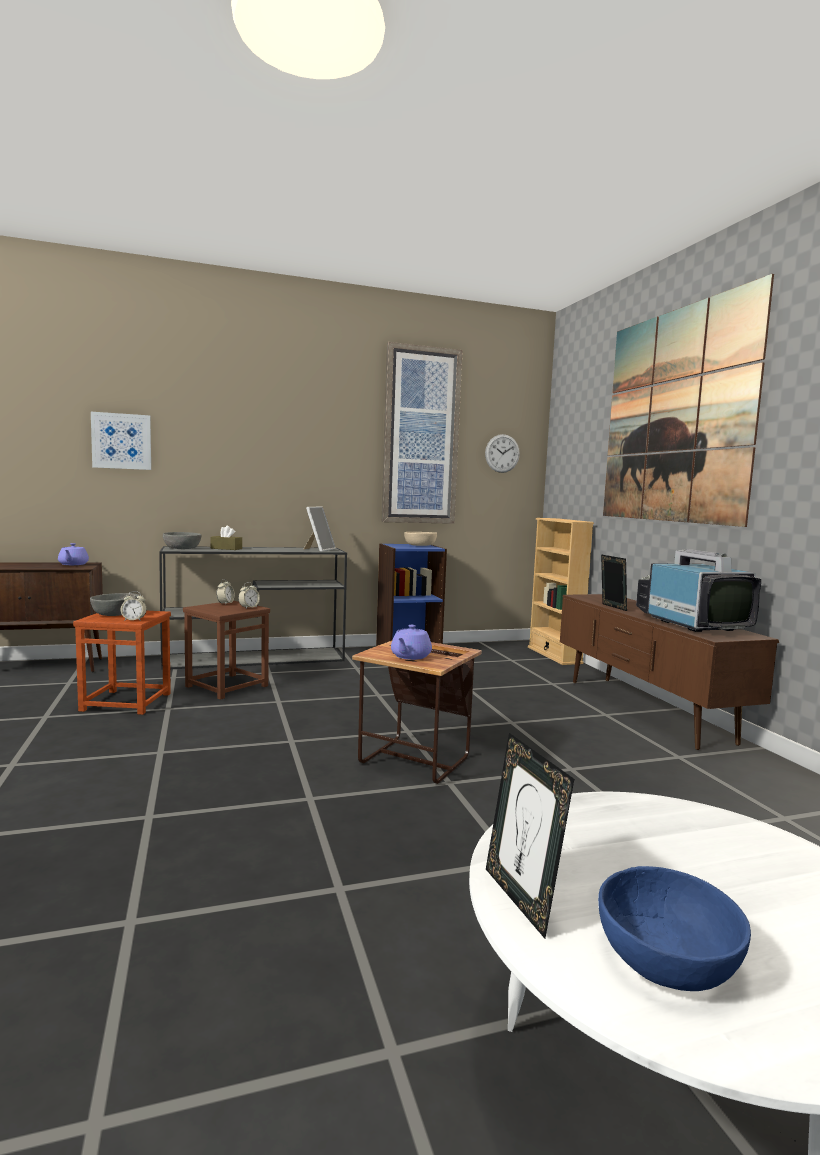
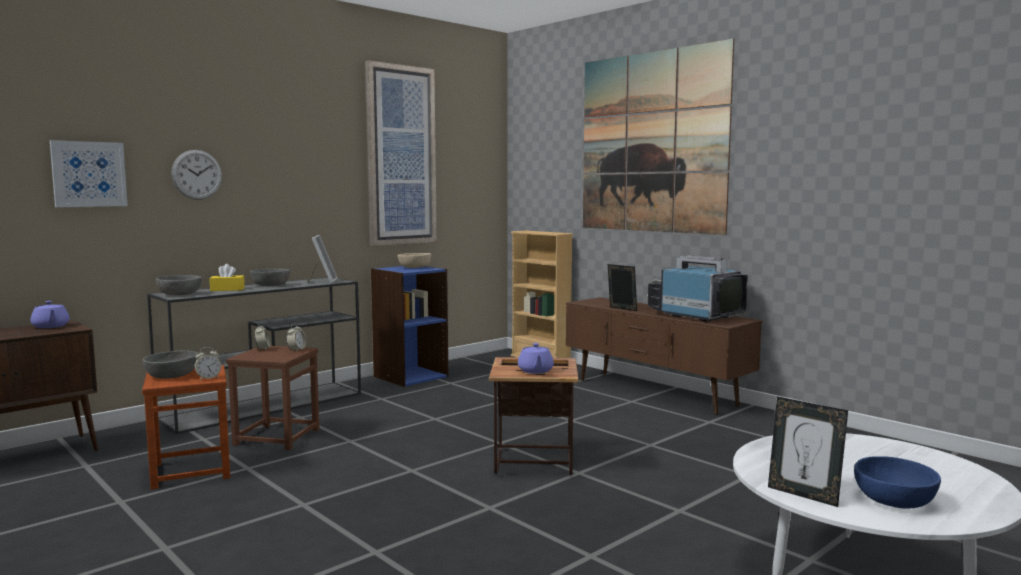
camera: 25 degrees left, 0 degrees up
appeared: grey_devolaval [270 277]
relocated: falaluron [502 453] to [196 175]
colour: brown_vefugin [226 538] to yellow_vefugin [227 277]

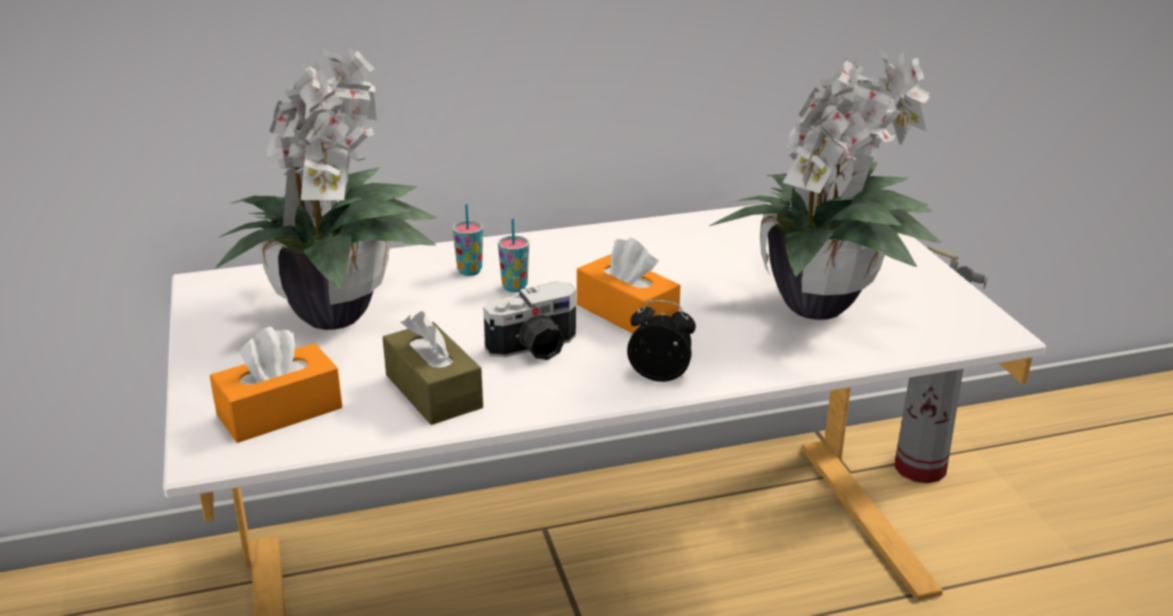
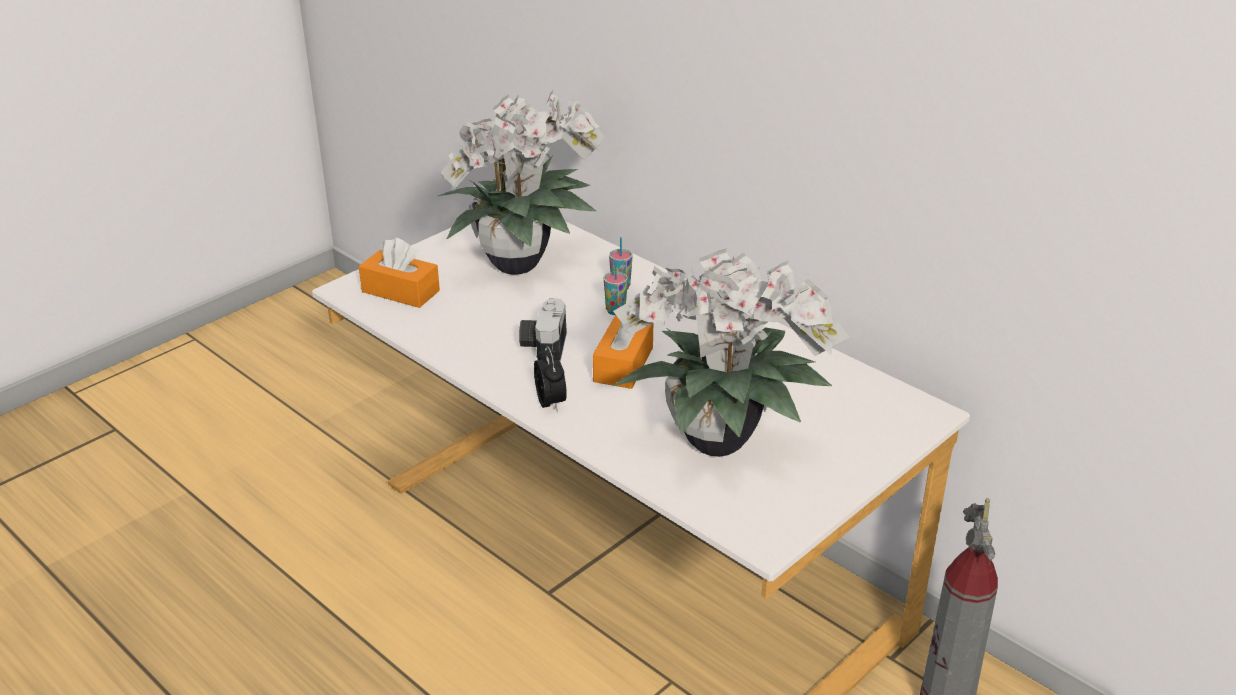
camera: 60 degrees right, 5 degrees up
missing: brown_vefugin [433 368]
spun: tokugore [529 321] = [543 330] 60 degrees clockwise

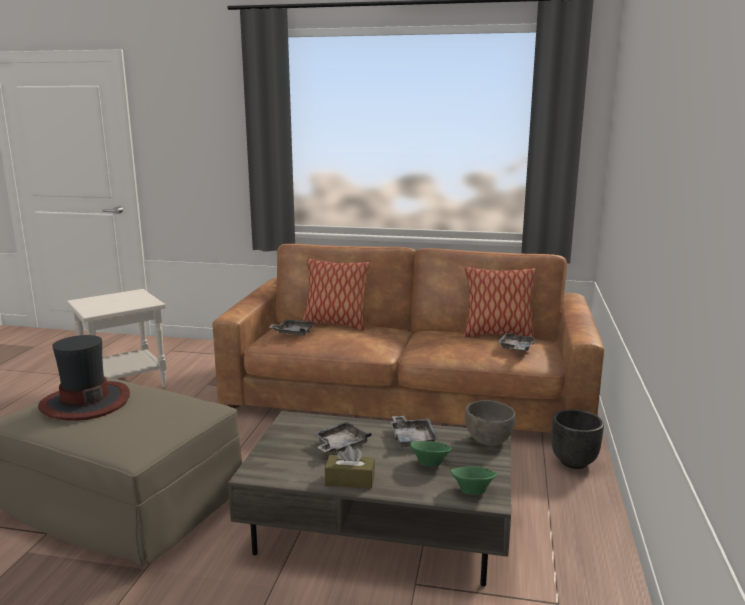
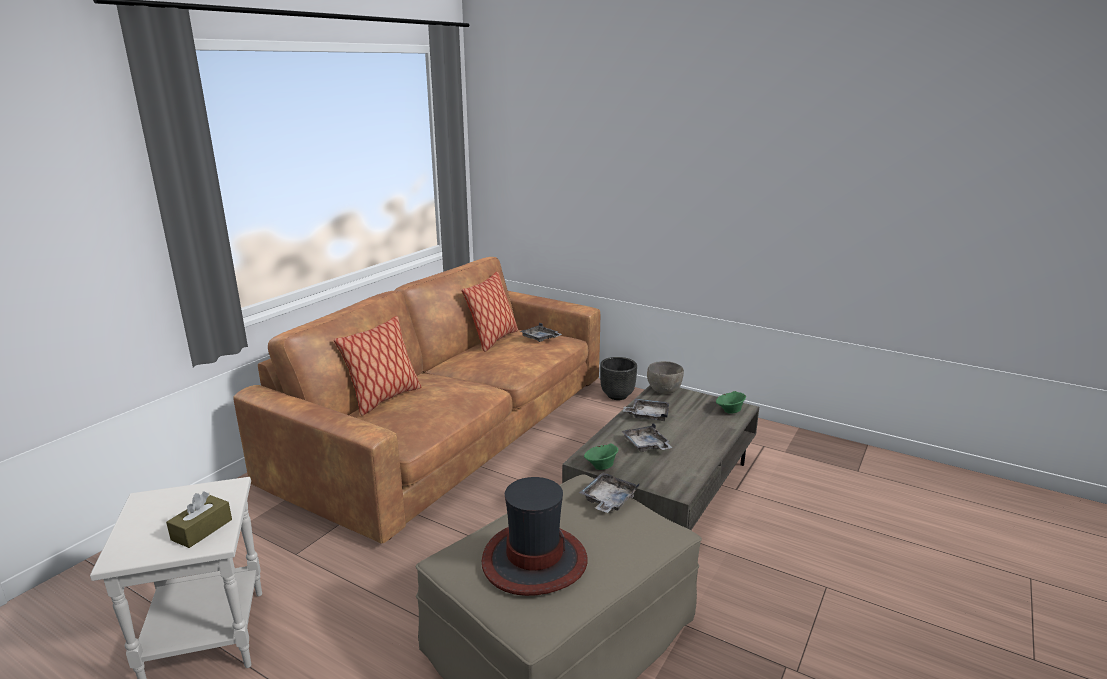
camera: 70 degrees left, 5 degrees up
relocated: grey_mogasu [292 327] to [609 492]; brown_vefugin [350 466] to [199 519]; green_devolaval [431 453] to [601 456]

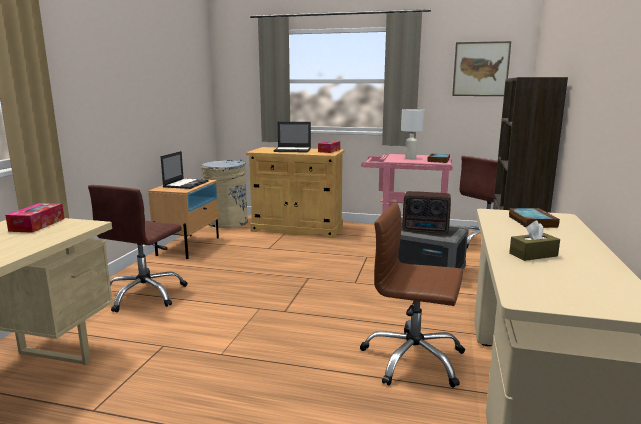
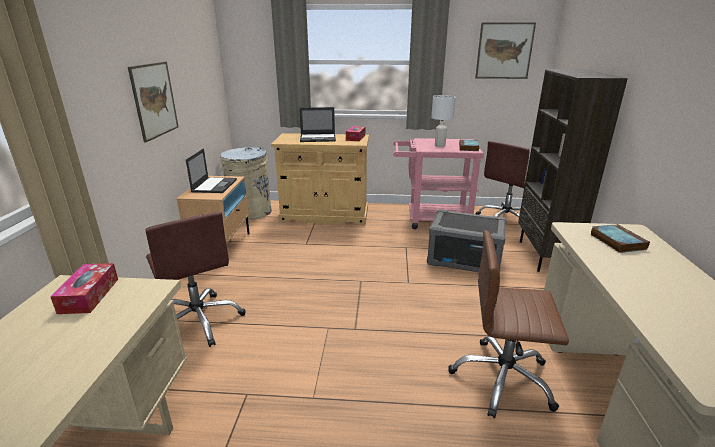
camera: 10 degrees left, 10 degrees up
missing: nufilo [426 212]; brown_vefugin [534 240]
appeared: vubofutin [153 102]
spun: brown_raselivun [138 248] = [196 279] 45 degrees counterclockwise

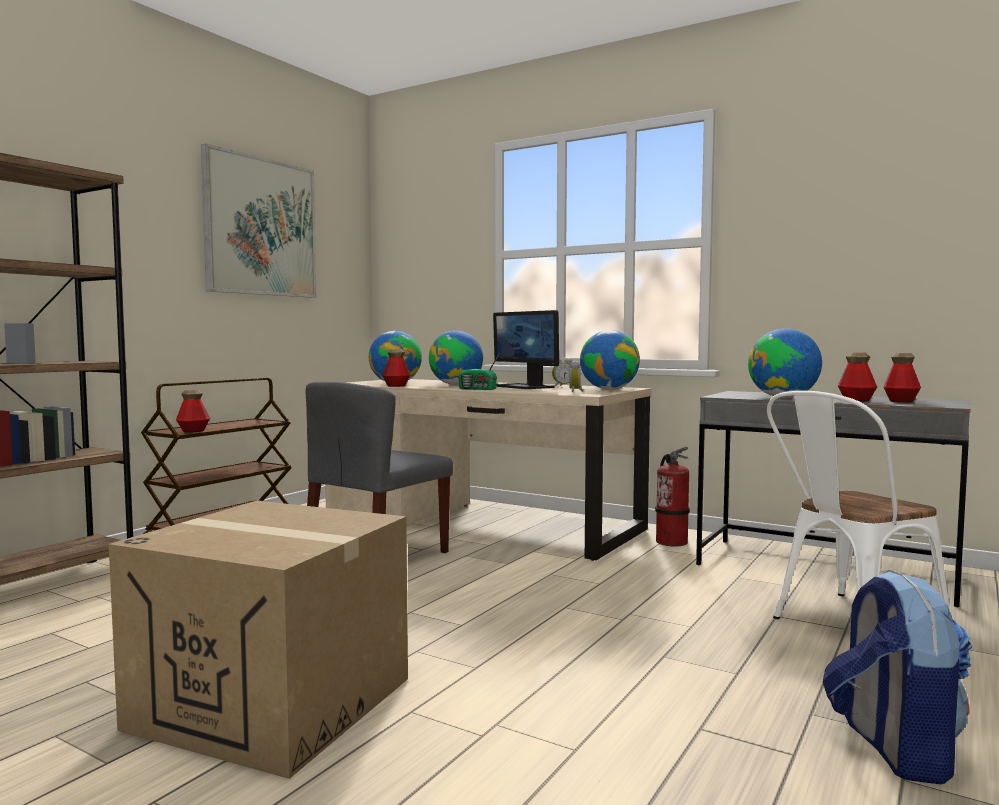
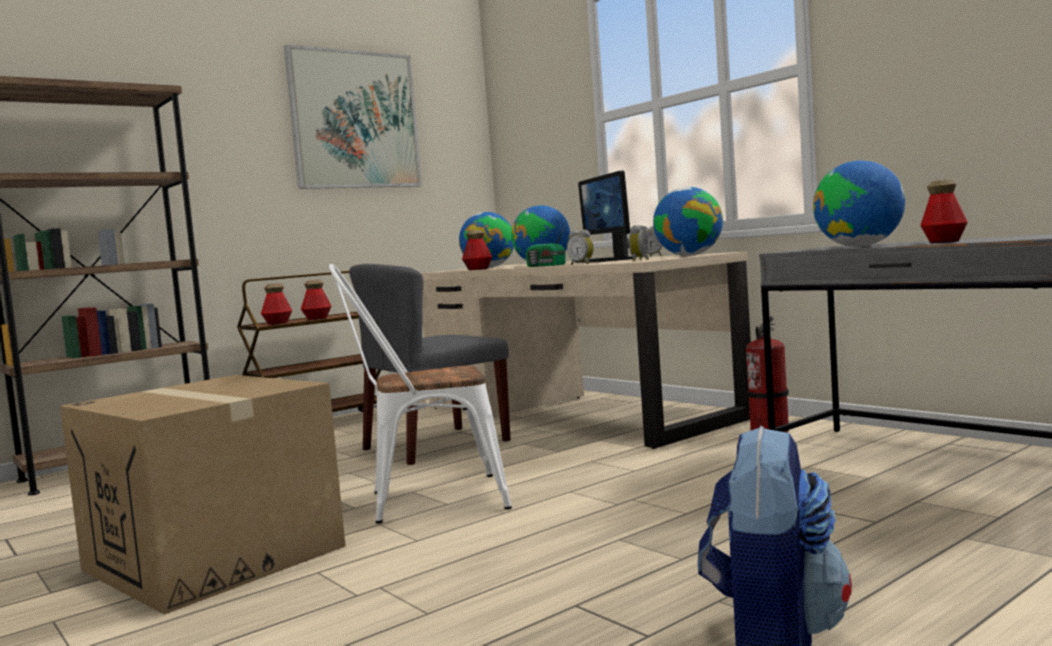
camera: 20 degrees right, 0 degrees up
appeared: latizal [580 247]
relocated: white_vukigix [859 505] to [420 394]; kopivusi [902 378] to [316 300]

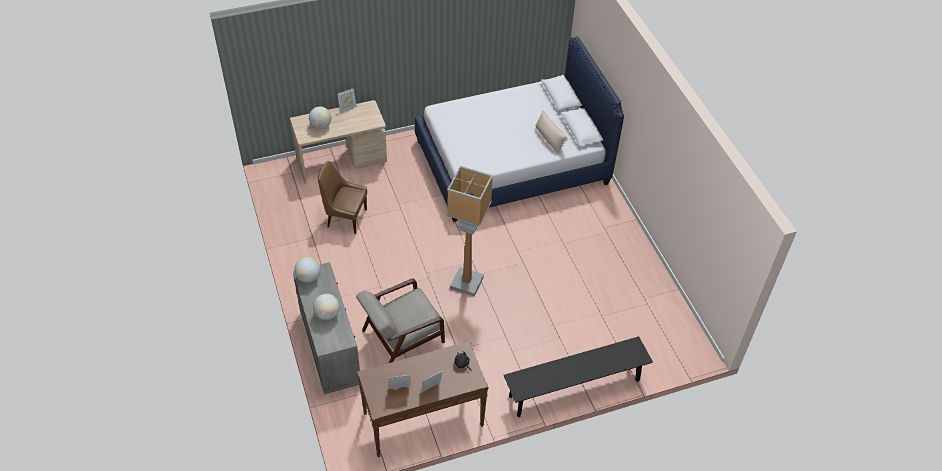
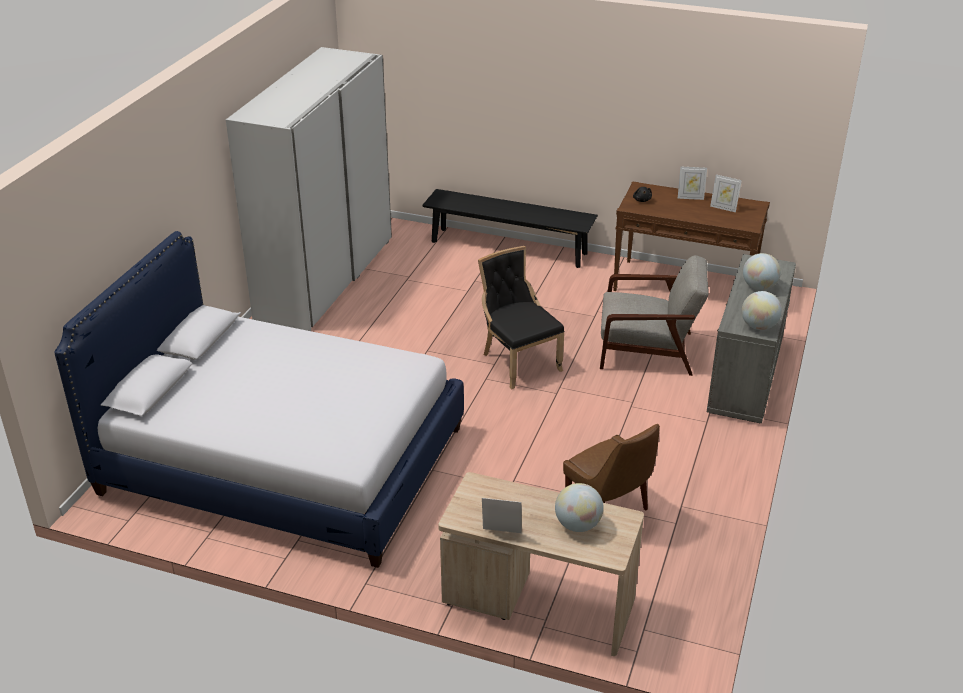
camera: 140 degrees left, 15 degrees down
missing: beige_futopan [551 132]
appeared: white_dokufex [309 189]
exchanged: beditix [470 231] to black_vukigix [521 317]

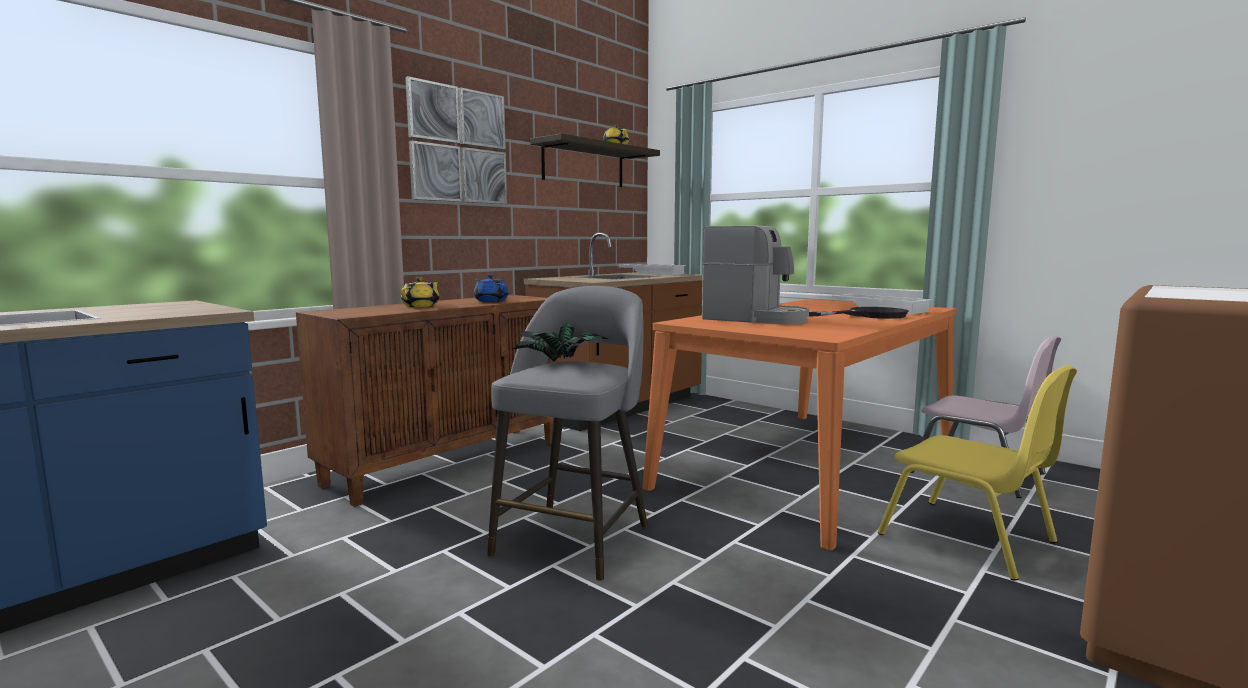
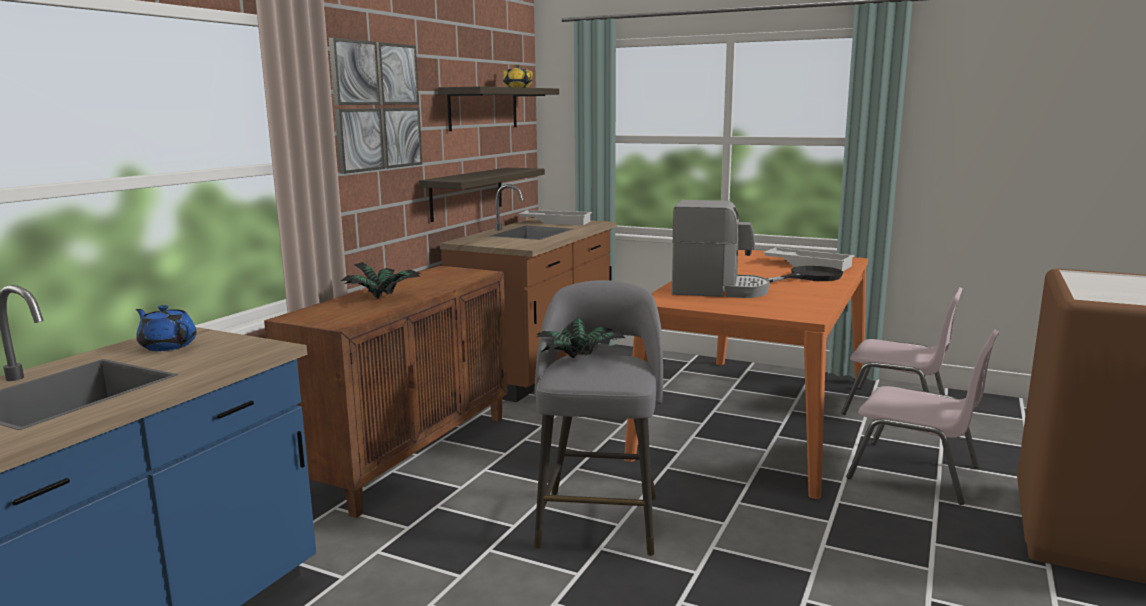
camera: 15 degrees left, 5 degrees up
appeared: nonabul [482 195]
relocated: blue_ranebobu [491 288] to [166 328]
exchanged: yellow_ranebobu [420 292] to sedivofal [381 280]
colour: yellow_vukigix [977 473] to pink_vukigix [923 417]

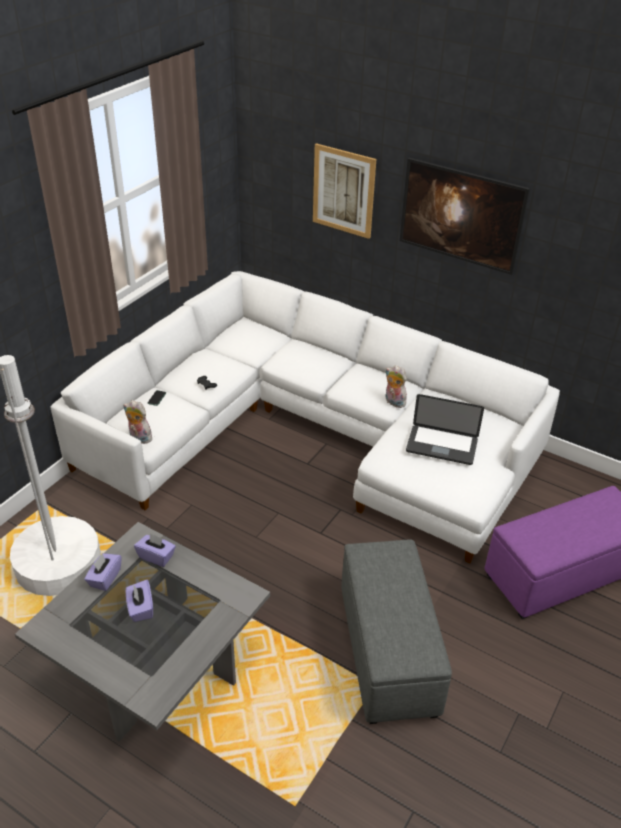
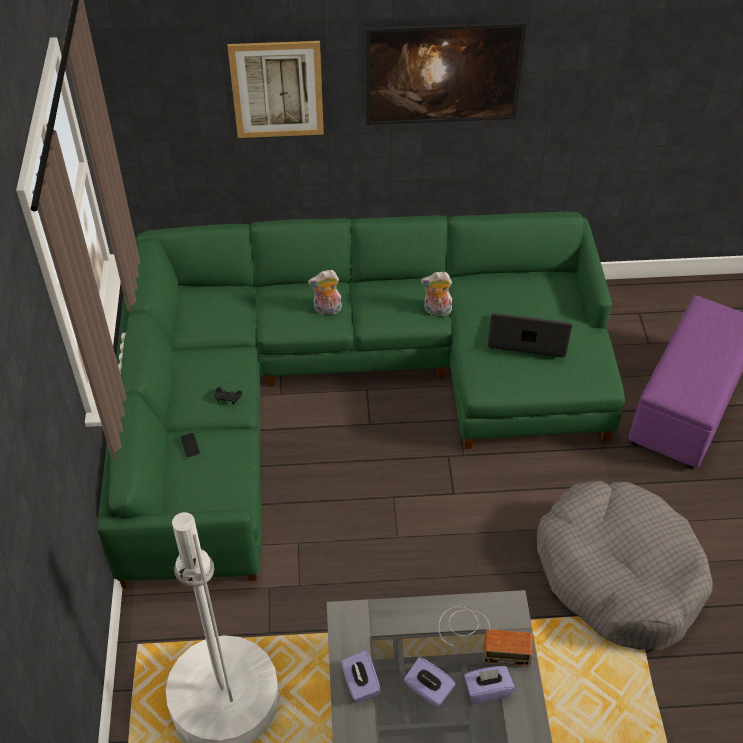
camera: 35 degrees left, 10 degrees up
appeared: nufilo [486 637]
relocated: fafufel [137 422] to [325 292]; purple_vefugin [155 550] to [489 685]
exchanged: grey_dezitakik [396 631] to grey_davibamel [625 565]
colour: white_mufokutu [305 417] to green_mufokutu [361 399]
spun: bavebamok [445 429] = [530 335] 150 degrees counterclockwise

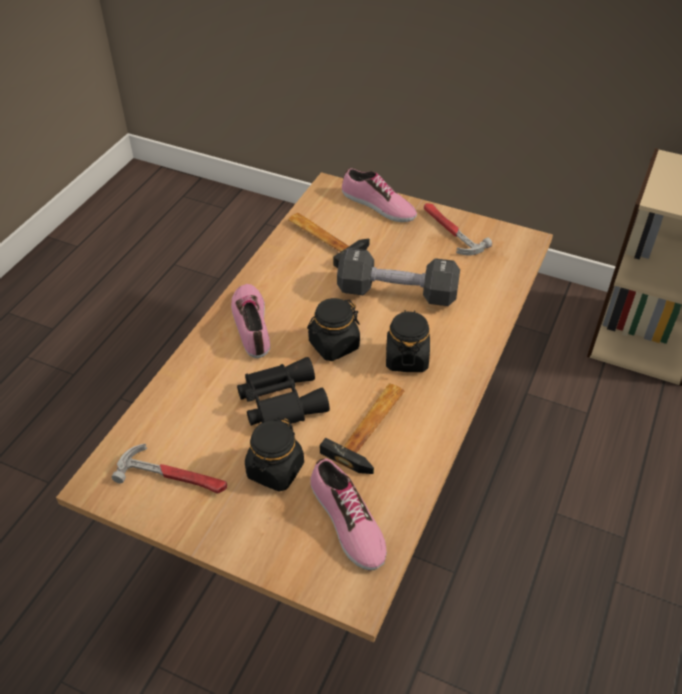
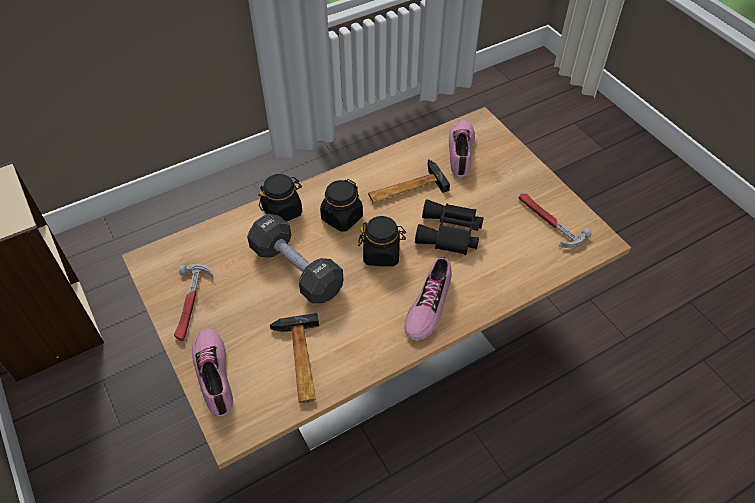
camera: 145 degrees left, 5 degrees up
relocated: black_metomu [274 454] to [280 198]

